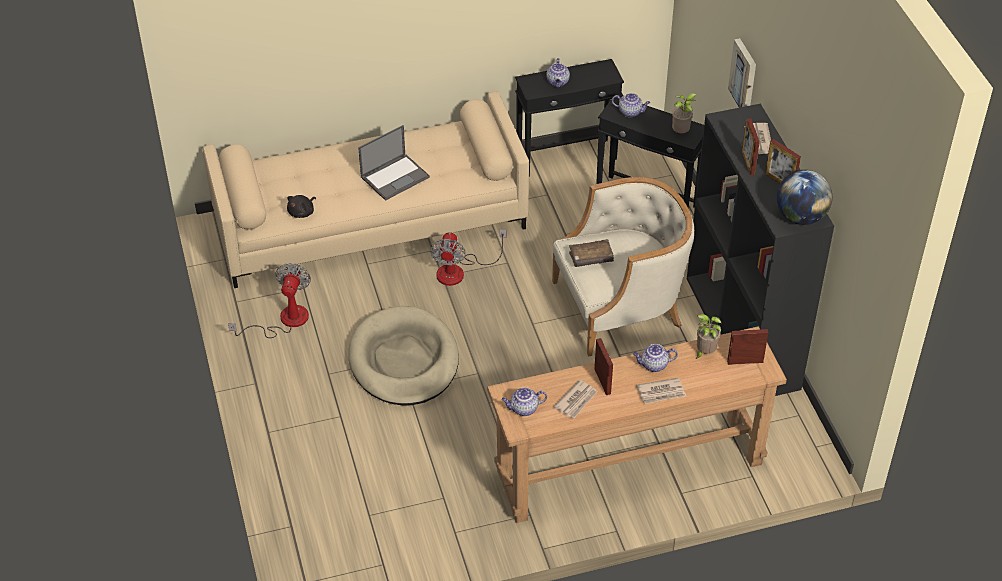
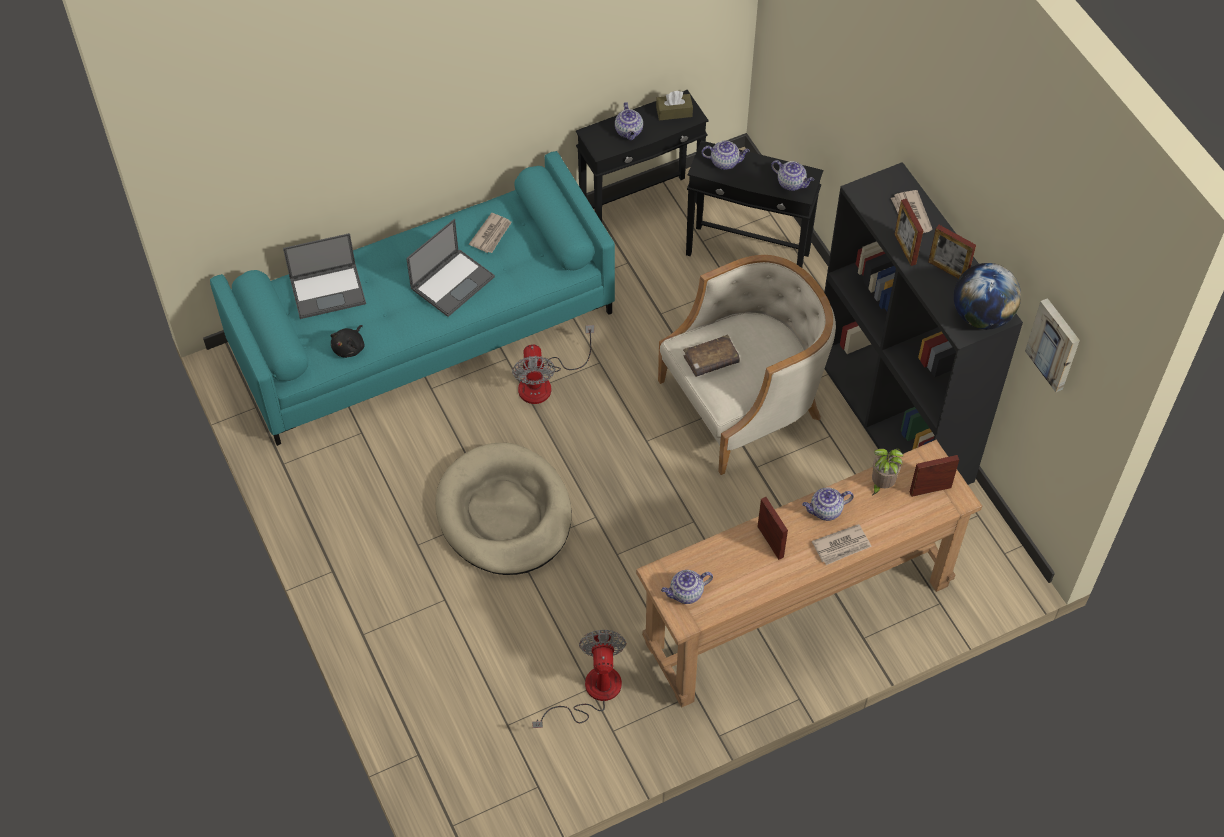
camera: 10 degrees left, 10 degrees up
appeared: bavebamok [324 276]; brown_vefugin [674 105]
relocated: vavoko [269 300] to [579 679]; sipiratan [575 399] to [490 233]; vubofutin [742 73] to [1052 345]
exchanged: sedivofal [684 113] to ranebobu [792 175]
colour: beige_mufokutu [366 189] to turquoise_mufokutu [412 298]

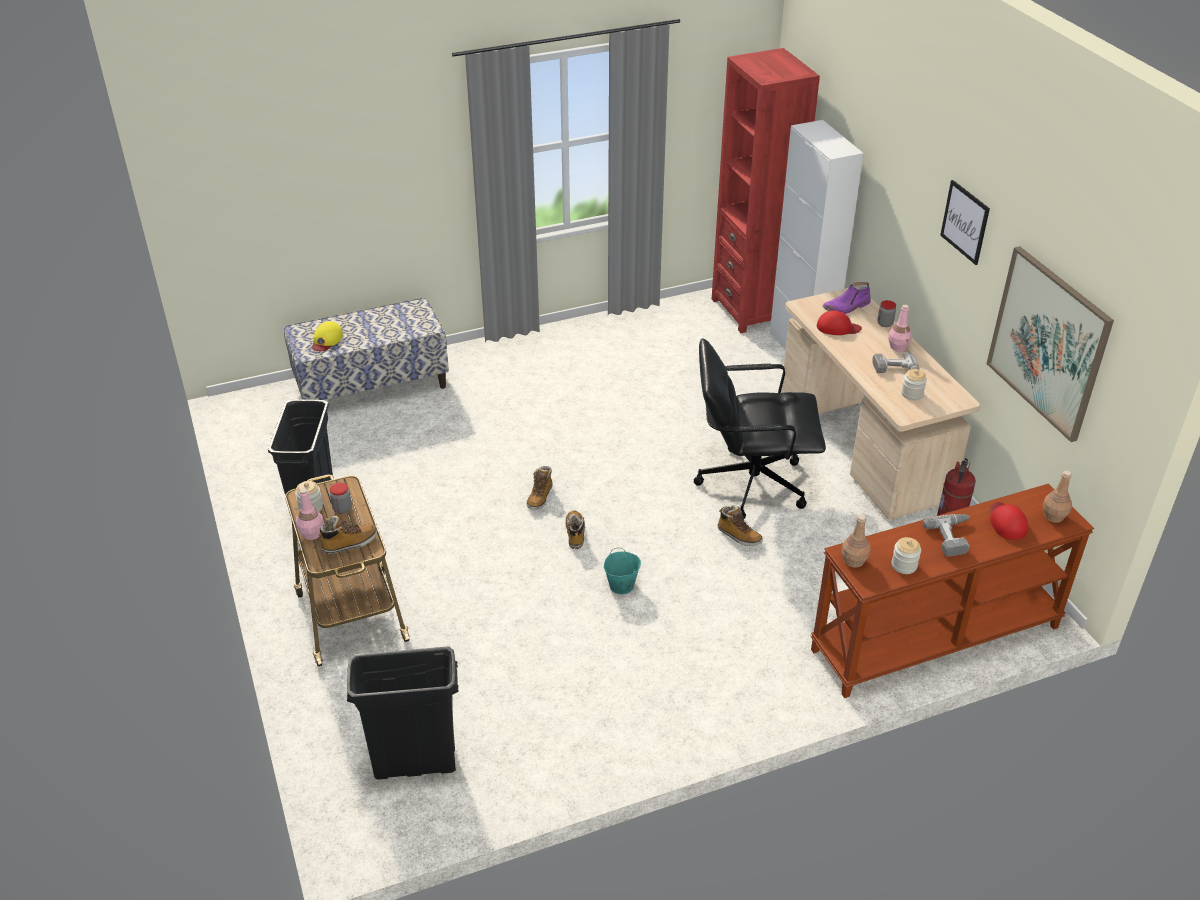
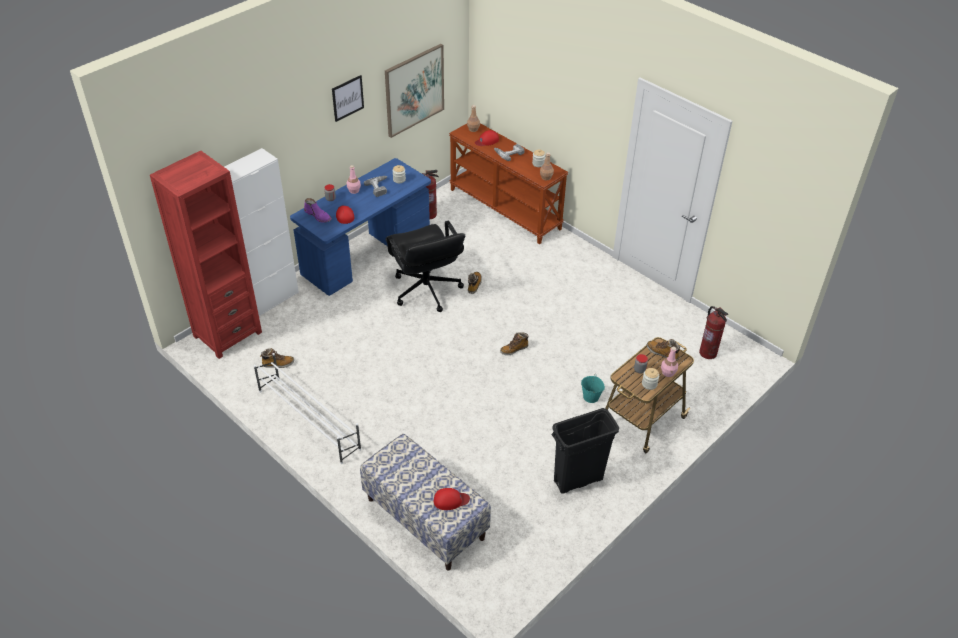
camera: 115 degrees left, 5 degrees up
appeared: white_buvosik [307 408]
relocated: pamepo [540 488] to [277 358]; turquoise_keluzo [622 571] to [593 389]
exchanged: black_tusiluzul [403 713] to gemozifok [713 332]
colour: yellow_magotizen [327 336] to red_magotizen [452 499]; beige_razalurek [880 404] to blue_razalurek [360 227]

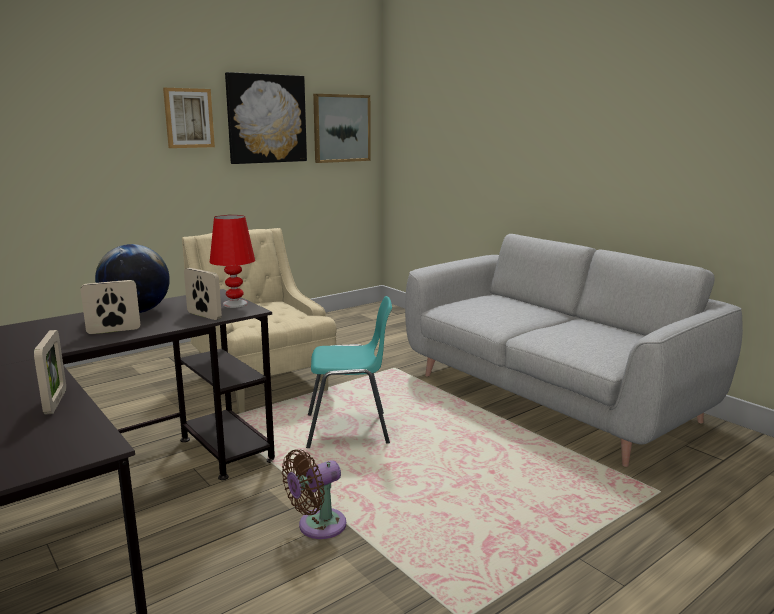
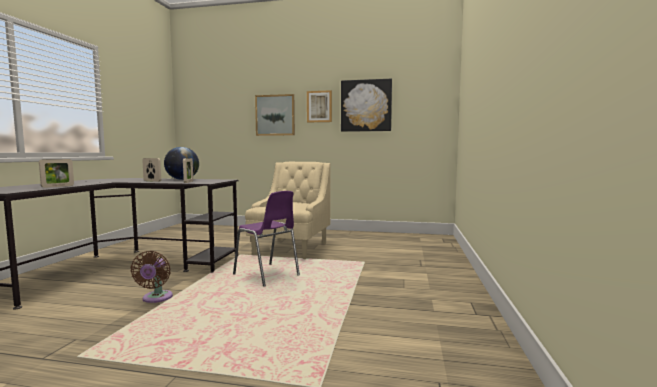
camera: 50 degrees right, 10 degrees down
missing: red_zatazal [232 261]; grey_mufokutu [574 350]
relocated: vubofutin [342 128] to [275 115]
colour: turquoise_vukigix [349 372] to purple_vukigix [266 238]
spun: brown_vavoko [314 494] = [151 277] 105 degrees counterclockwise

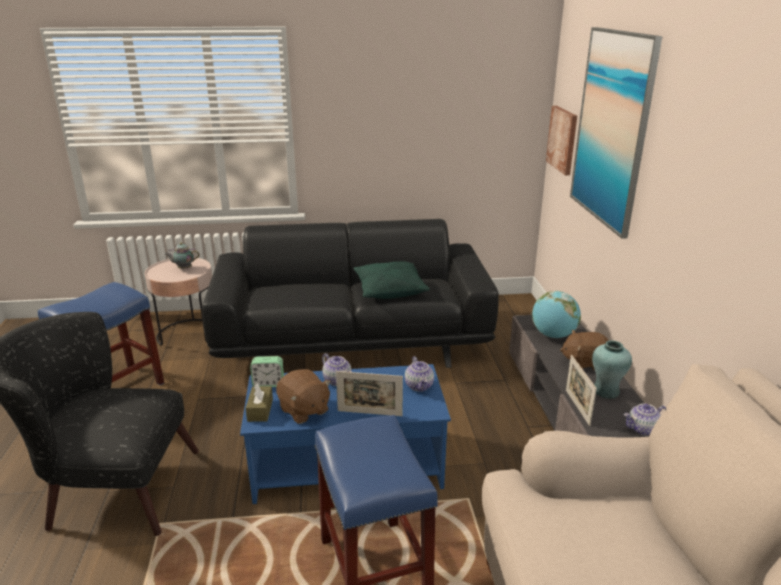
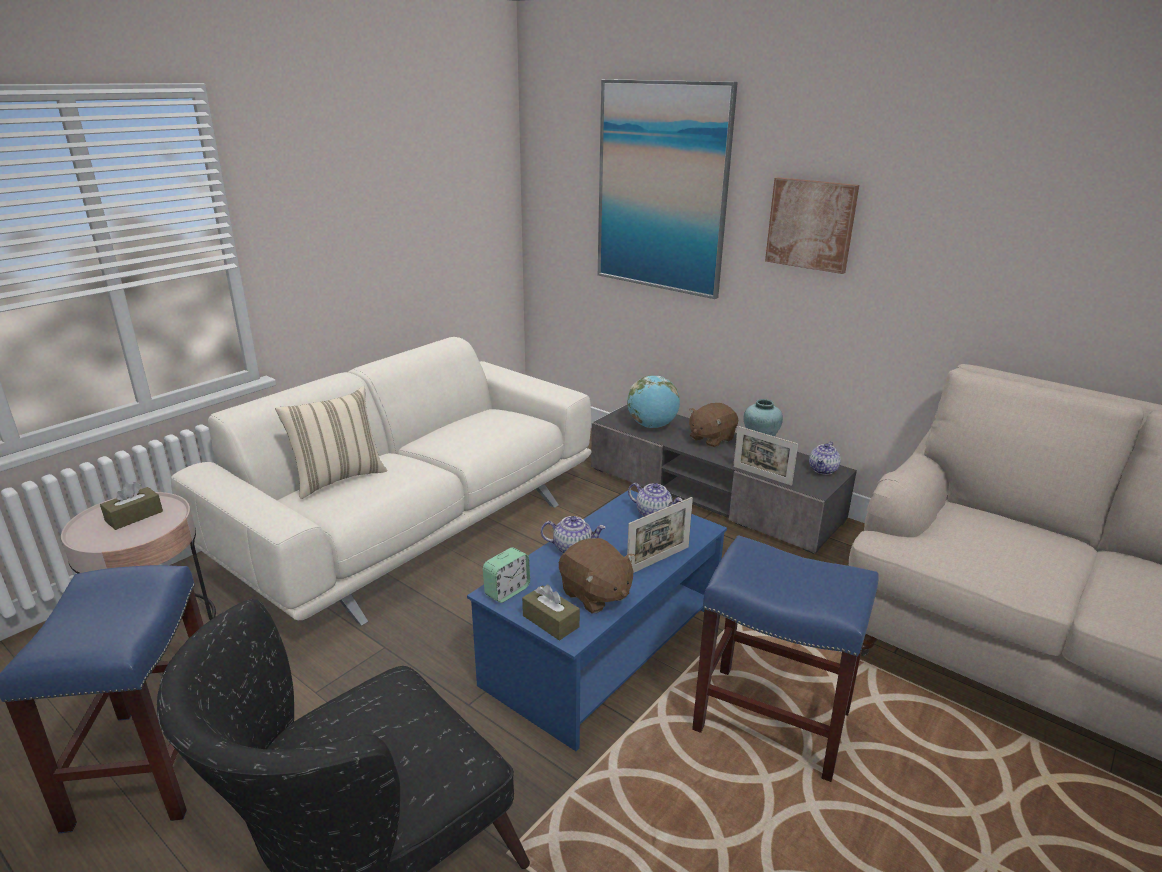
camera: 45 degrees left, 0 degrees up
missing: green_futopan [391 280]
appeared: beige_futopan [331 442]
relocated: vubofutin [561 140] to [812 225]
exchanged: ranebobu [182 255] to brown_vefugin [131 506]
colour: black_mufokutu [350 293] to beige_mufokutu [381 481]
spun: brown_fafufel [303 396] = [597 575] 45 degrees clockwise

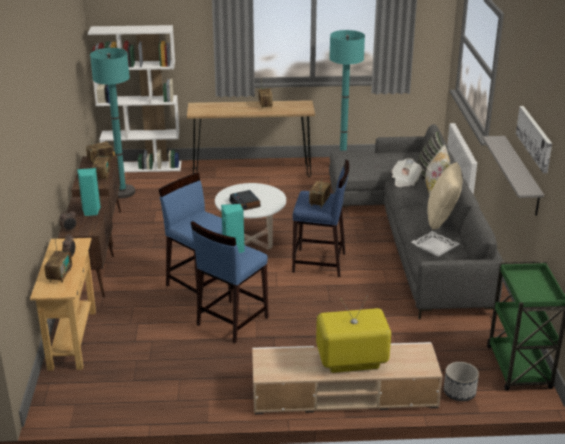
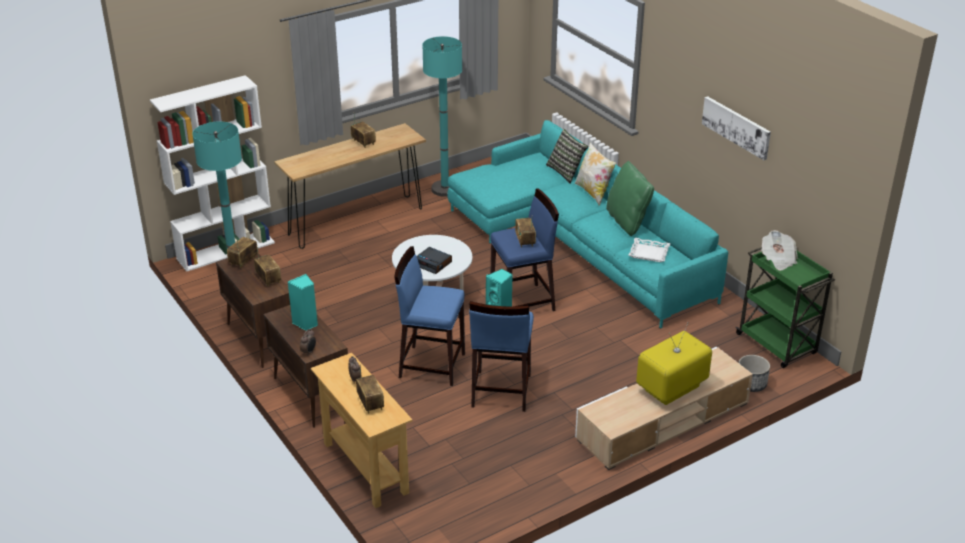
camera: 30 degrees left, 5 degrees up
missing: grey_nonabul [513 176]
relocated: sipiratan [406 172] to [779 250]
colour: grey_mufokutu [416 221] to turquoise_mufokutu [587 224]; beige_futopan [445 196] to green_futopan [630 198]

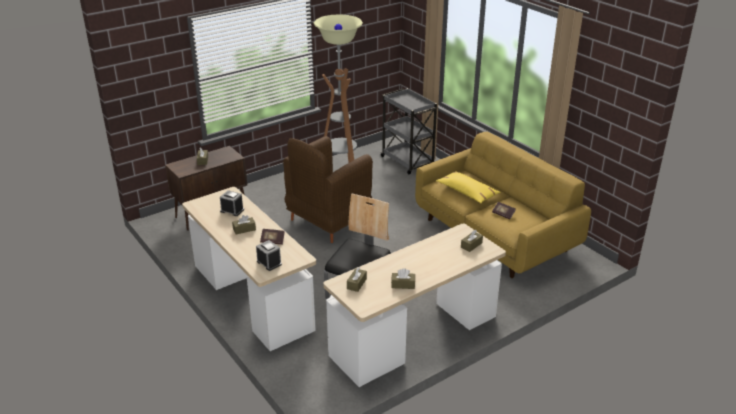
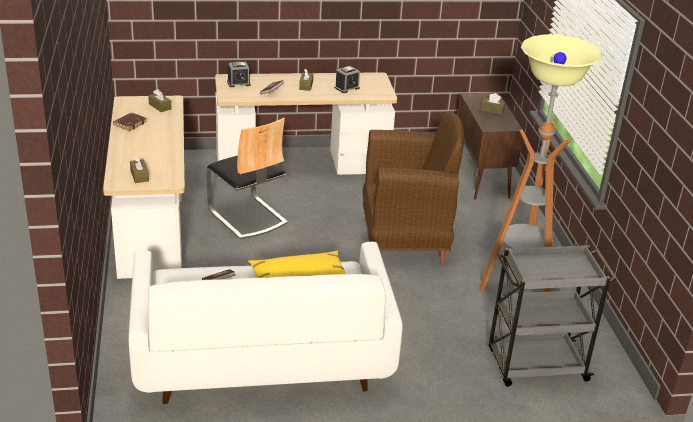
camera: 115 degrees right, 0 degrees up
exchanged: brown_vefugin [403 278] to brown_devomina [130 122]
colour: yellow_mufokutu [503 205] to white_mufokutu [266 323]
spun: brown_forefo [328 189] = [413 187] 105 degrees clockwise

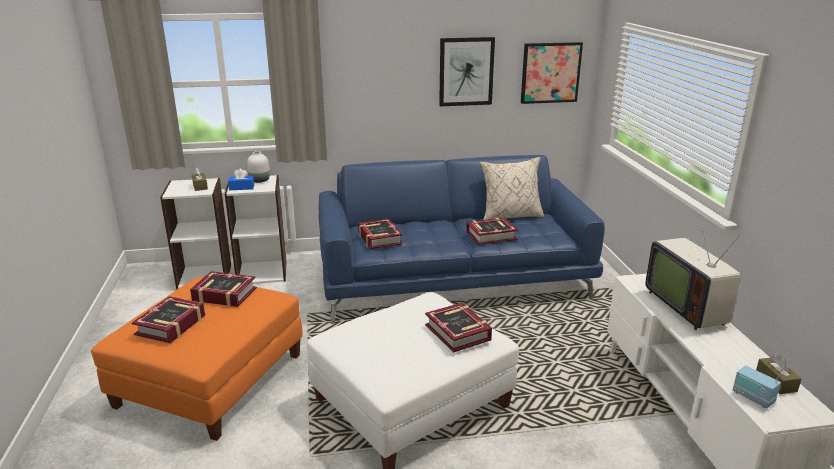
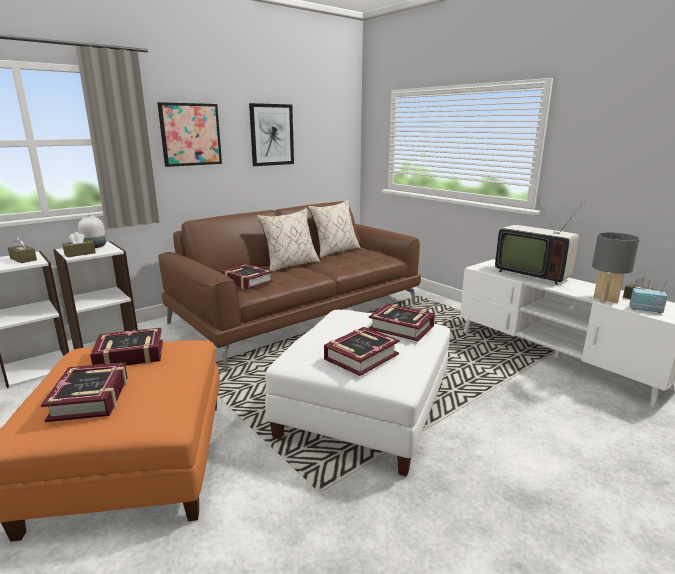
camera: 30 degrees left, 5 degrees down
appeared: beige_futopan [288 240]; grey_zatazal [616 267]
relocated: devomina [492 231] to [362 351]; vubofutin [552 73] to [189 134]
colour: blue_vefugin [241 179] to brown_vefugin [79 244]; blue_mufokutu [461 239] to brown_mufokutu [289 286]

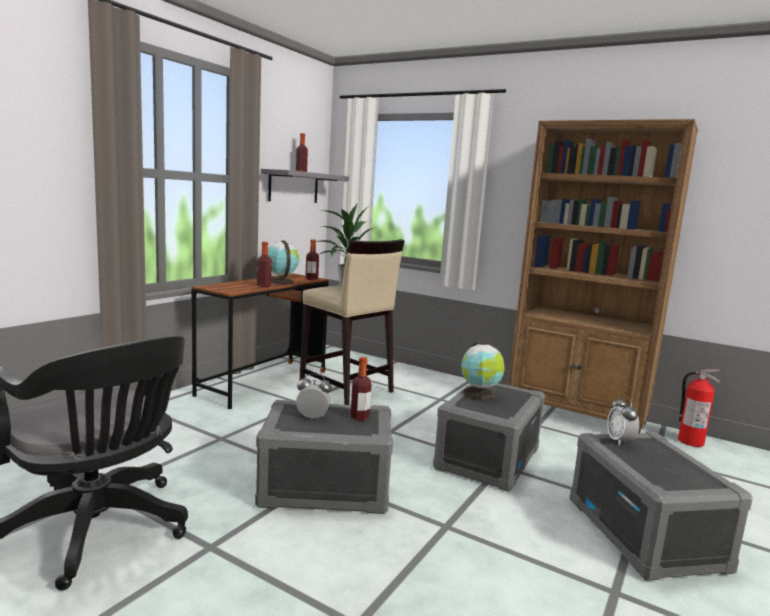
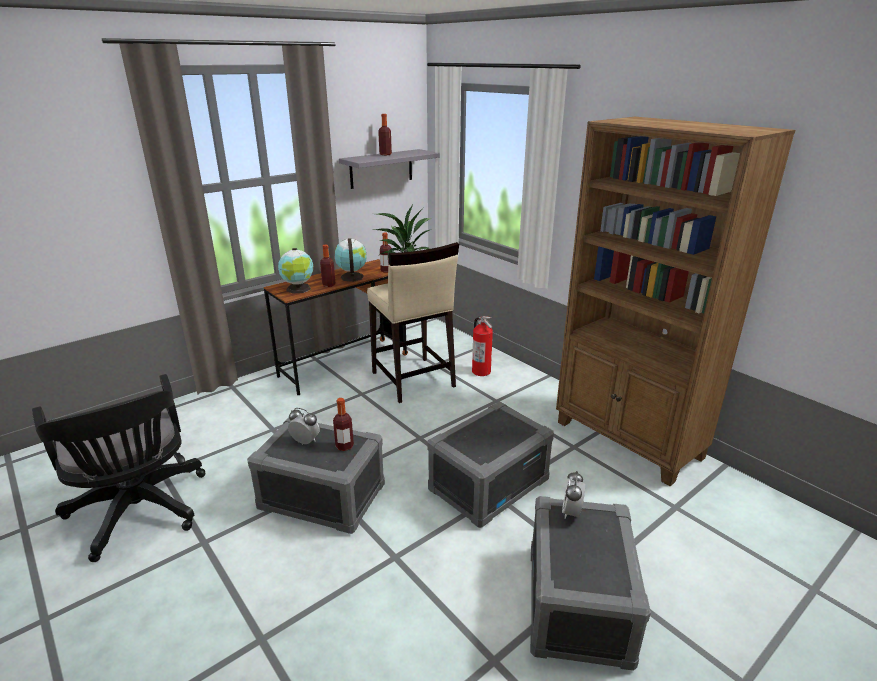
camera: 20 degrees right, 15 degrees up
relocated: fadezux [483 371] to [295 271]; gemozifok [699 408] to [482 346]

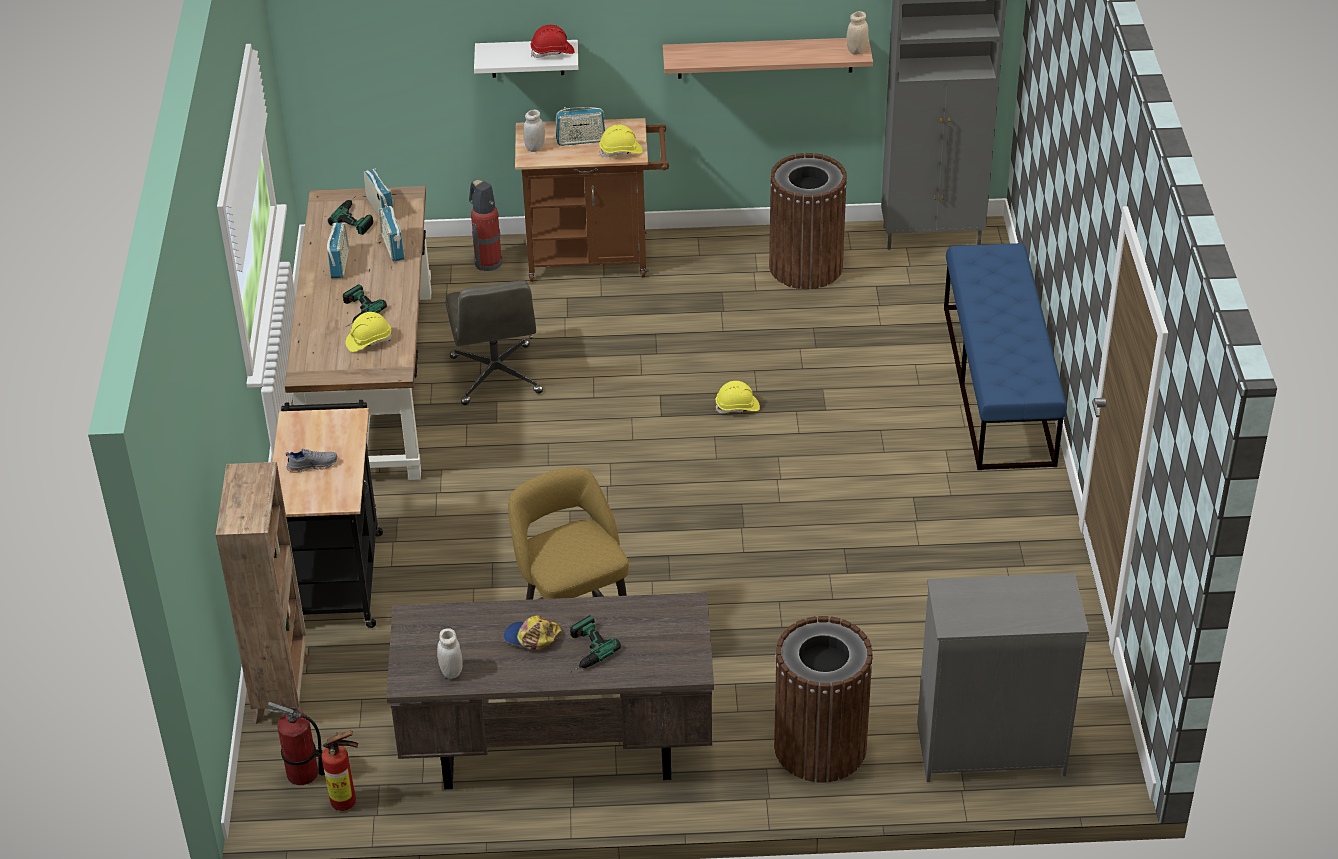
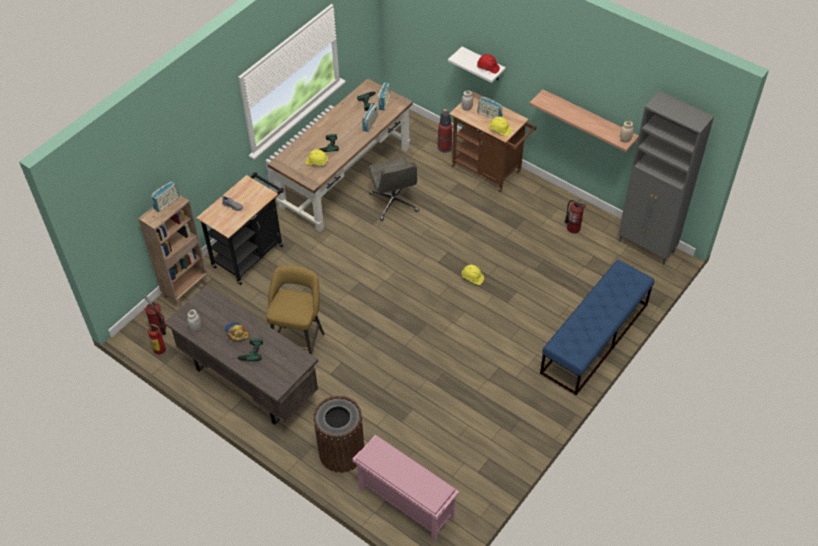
camera: 40 degrees right, 10 degrees up
relocated: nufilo [338 250] to [165 196]
exchanged: brown_tusiluzul [808 221] to gemozifok [575 216]; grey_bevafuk [1003 677] to pink_buvosik [405 488]
spun: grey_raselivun [494 342] = [393 189] 45 degrees counterclockwise

